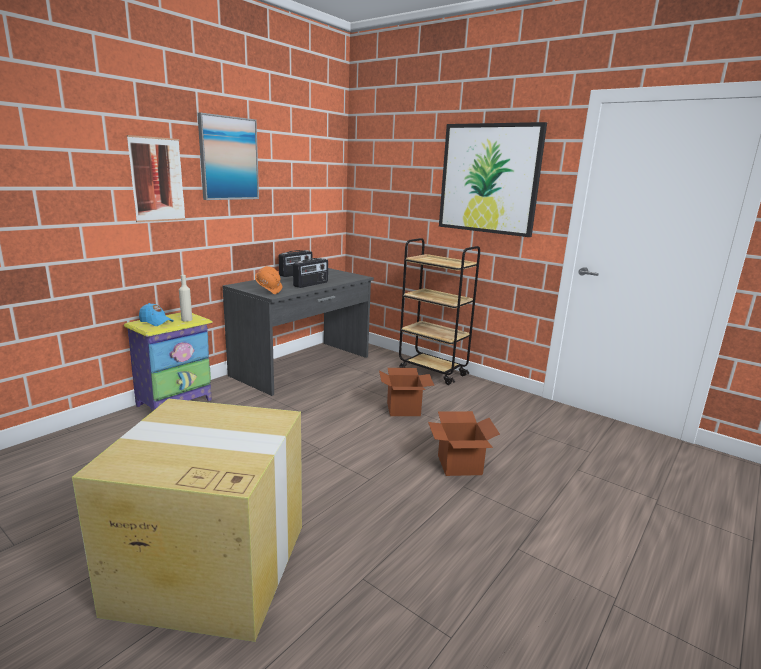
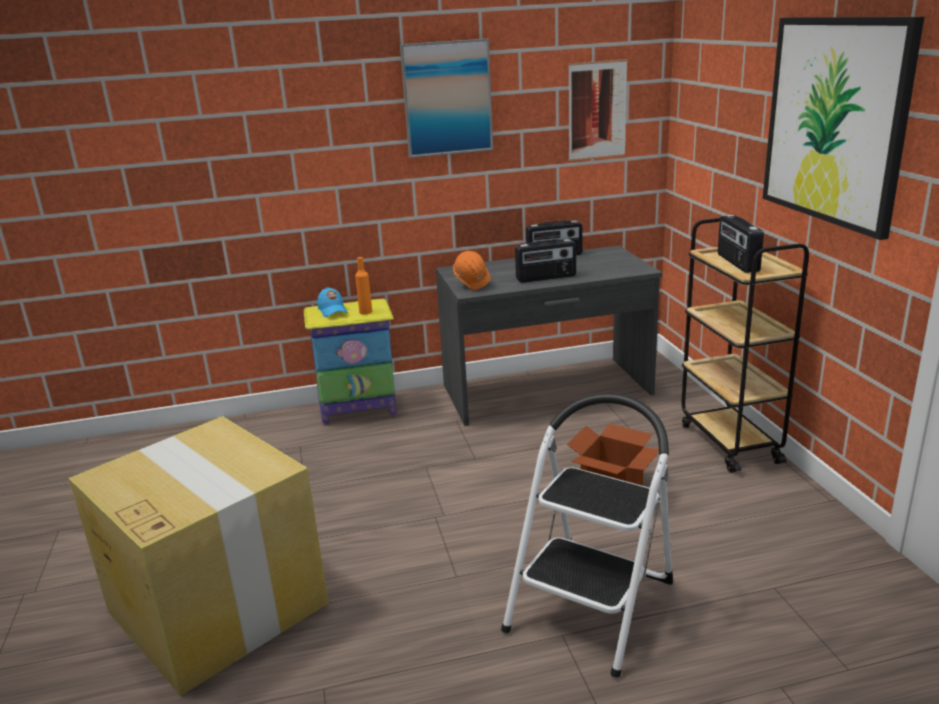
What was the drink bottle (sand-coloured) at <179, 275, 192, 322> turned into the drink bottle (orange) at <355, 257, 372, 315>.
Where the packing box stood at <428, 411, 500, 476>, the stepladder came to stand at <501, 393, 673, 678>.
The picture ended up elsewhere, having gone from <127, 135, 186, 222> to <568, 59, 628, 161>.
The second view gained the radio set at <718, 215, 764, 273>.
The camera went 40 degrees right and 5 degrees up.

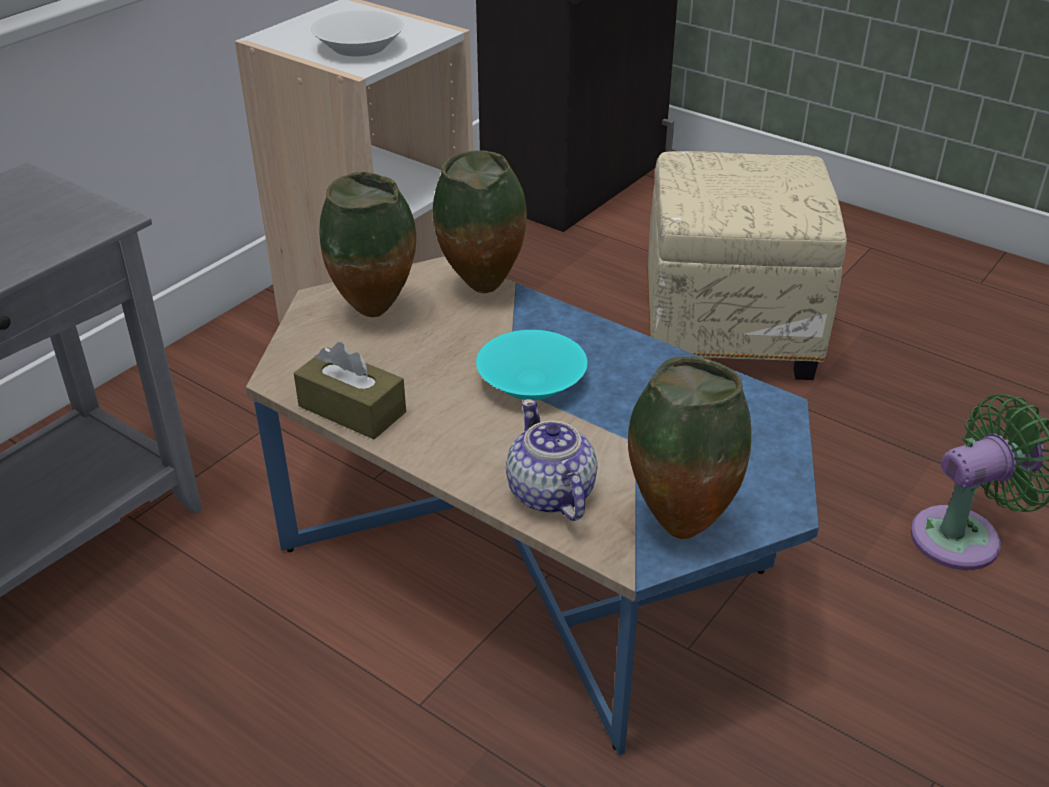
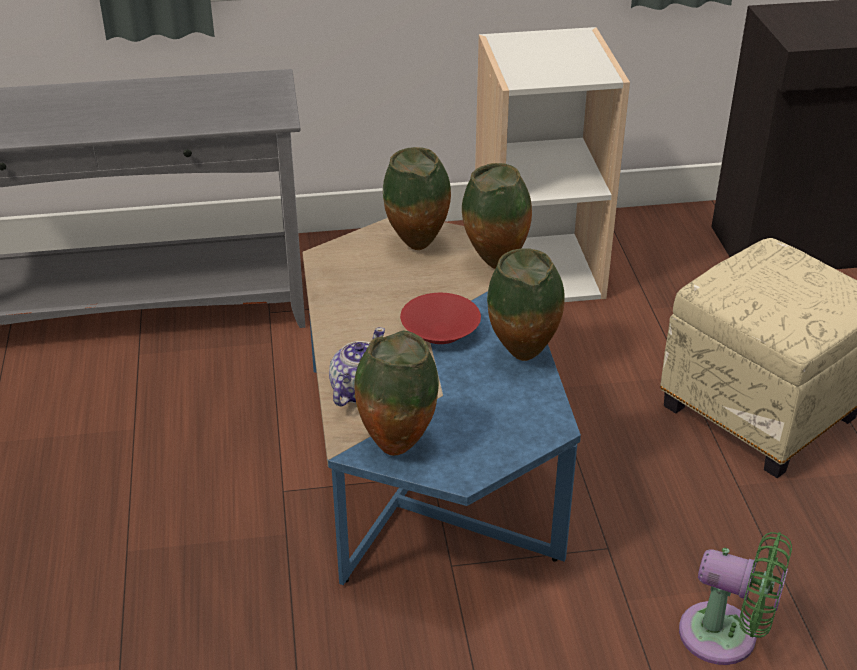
What was the deep dish (blue-green) at <476, 330, 588, 400> turned into the deep dish (red-coloured) at <400, 293, 481, 344>.
The second view gained the flower vase at <487, 248, 565, 361>.
The second view lost the tissue box (brown) at <294, 342, 406, 439>.
The second view lost the deep dish (whitish) at <311, 10, 404, 57>.
The camera went 45 degrees right and 0 degrees up.

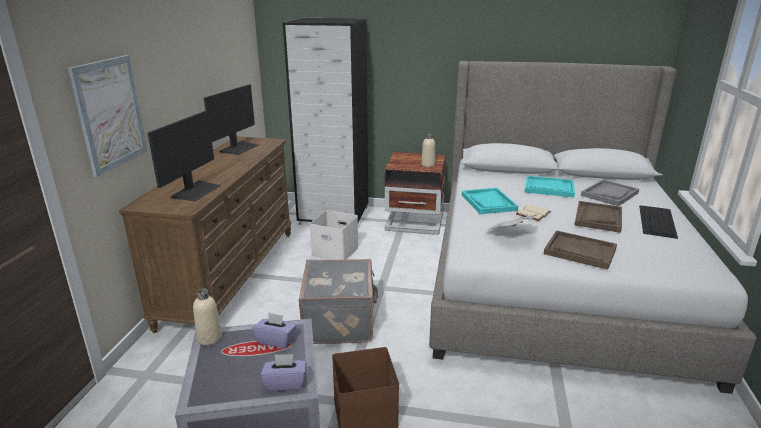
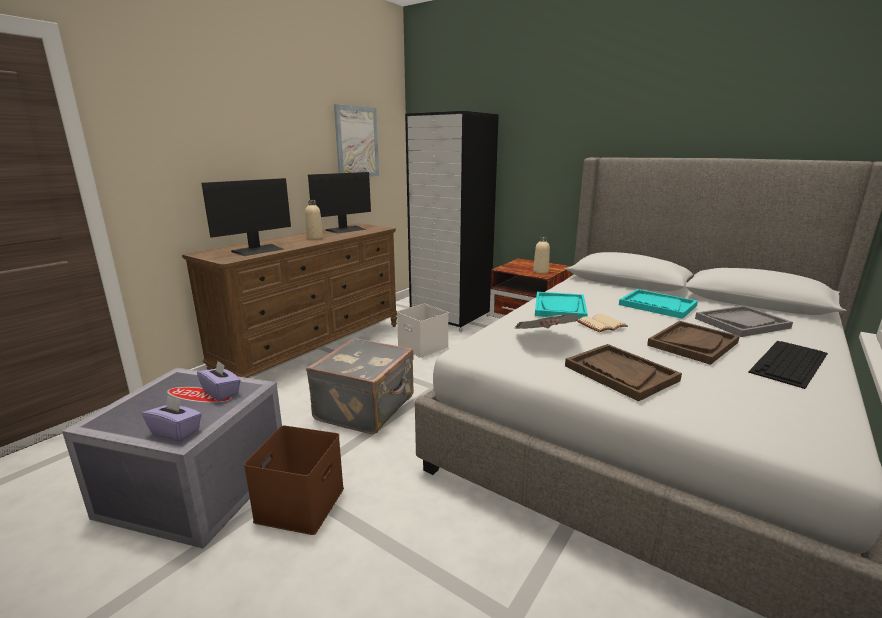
The drink bottle (sand-coloured) ended up elsewhere, having gone from <193, 288, 222, 345> to <305, 200, 323, 239>.
The picture ended up elsewhere, having gone from <68, 55, 147, 177> to <334, 104, 379, 177>.
The camera went 25 degrees right and 5 degrees down.

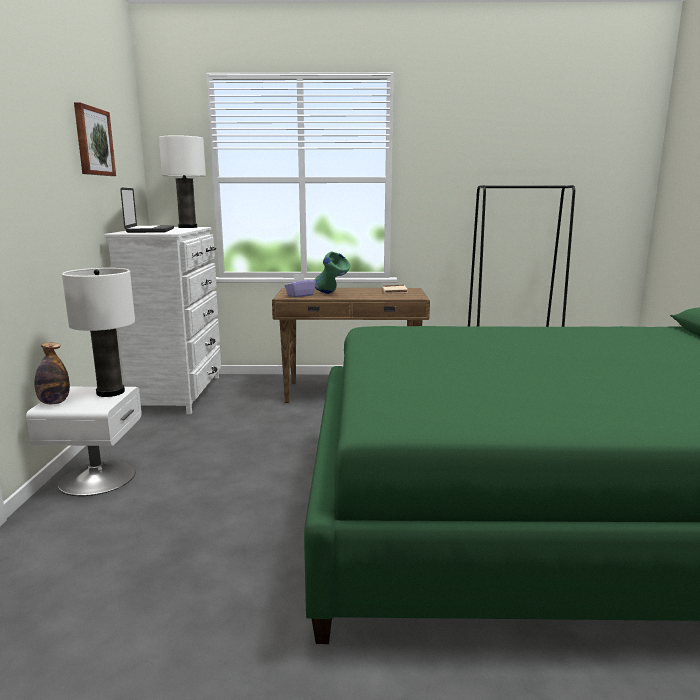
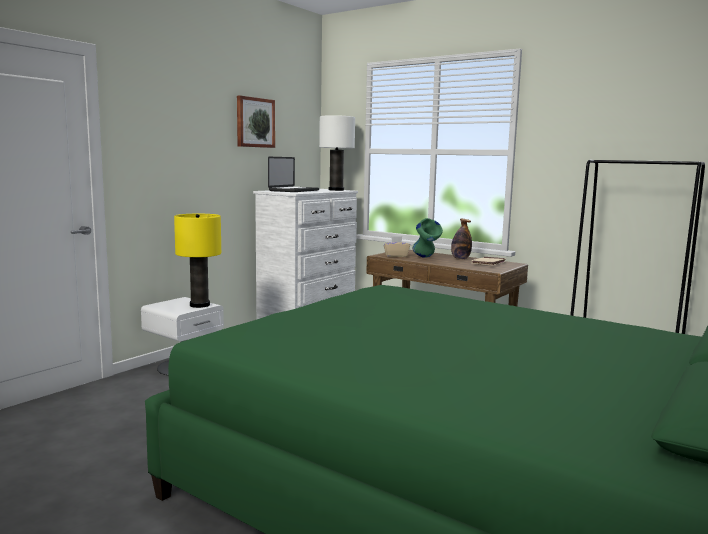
What was the lamp for a table (whitish) at <62, 268, 135, 397> turned into the lamp for a table (yellow-coloured) at <174, 214, 221, 308>.
What was the tissue box (purple) at <285, 274, 316, 297> turned into the tissue box (sand-coloured) at <384, 236, 410, 257>.
The drink bottle ended up elsewhere, having gone from <34, 343, 70, 404> to <451, 219, 472, 259>.
The camera went 35 degrees right and 5 degrees down.

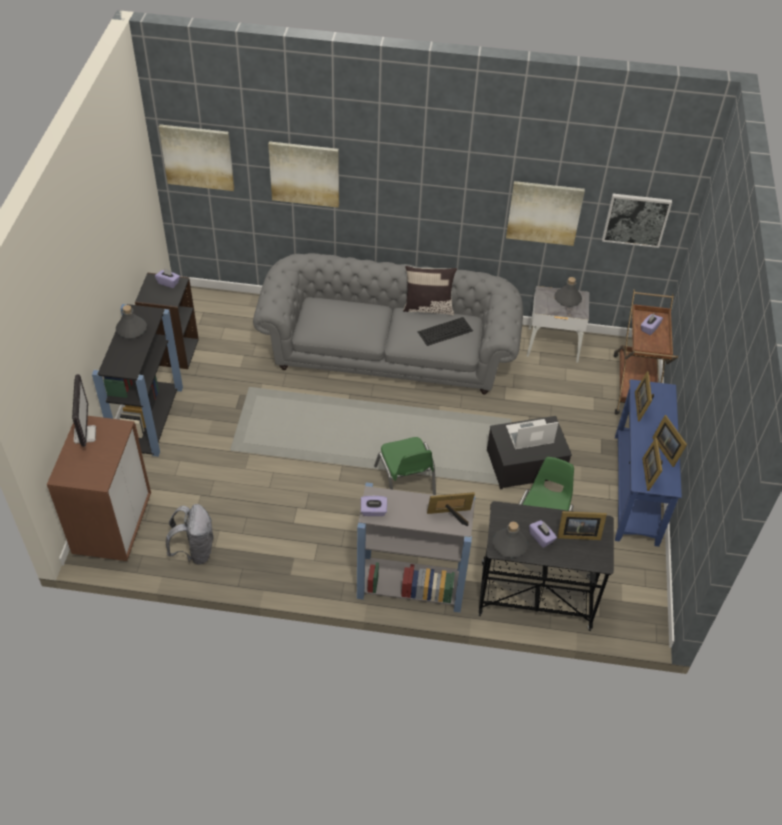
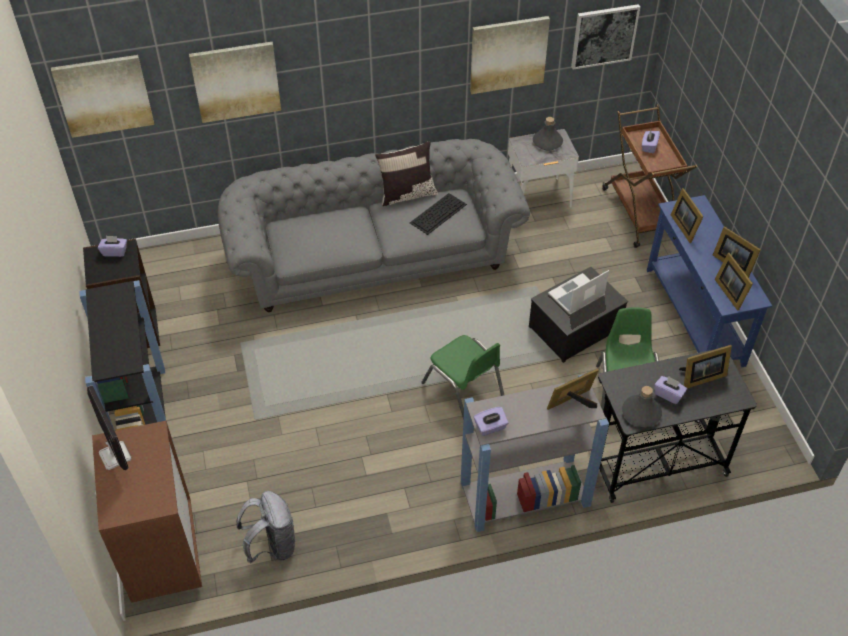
The second view lost the drink bottle (gray) at <116, 305, 147, 338>.
The camera went 20 degrees left and 0 degrees up.

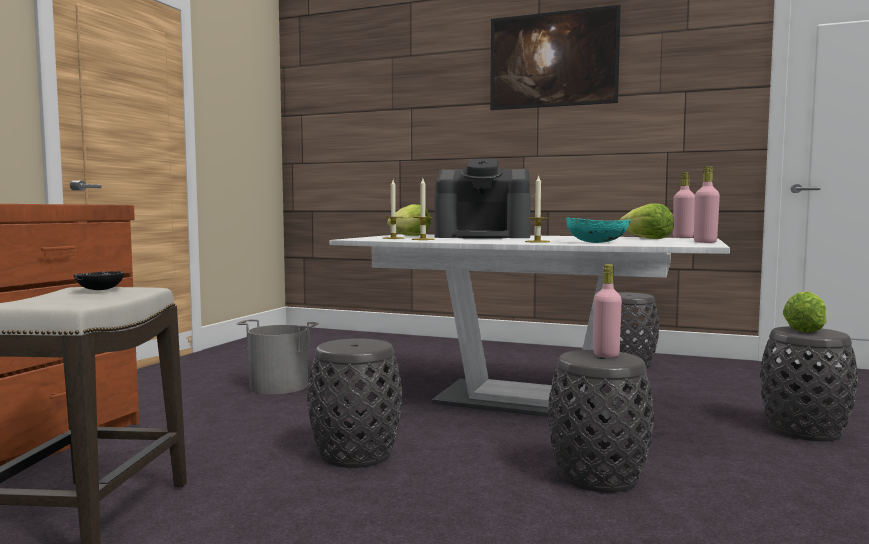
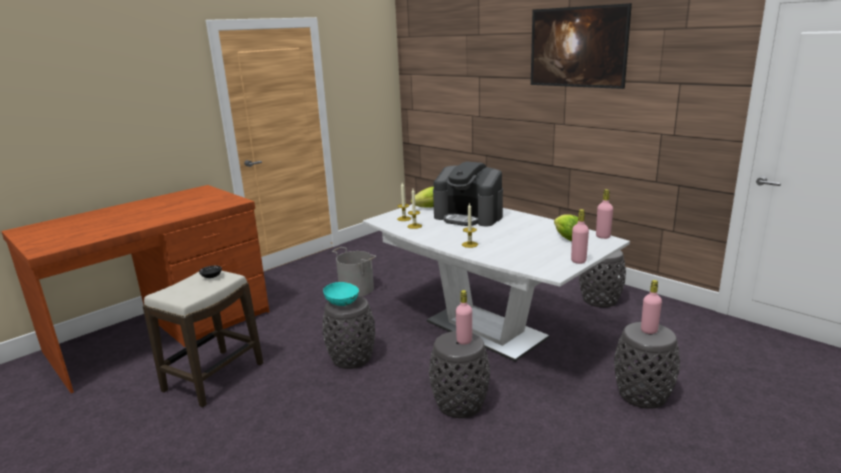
The deep dish (blue-green) ended up elsewhere, having gone from <566, 217, 630, 243> to <323, 282, 359, 306>.
Where the lettuce head stood at <783, 291, 827, 332>, the drink bottle (pinkish) came to stand at <641, 280, 662, 334>.
The camera went 25 degrees right and 15 degrees up.

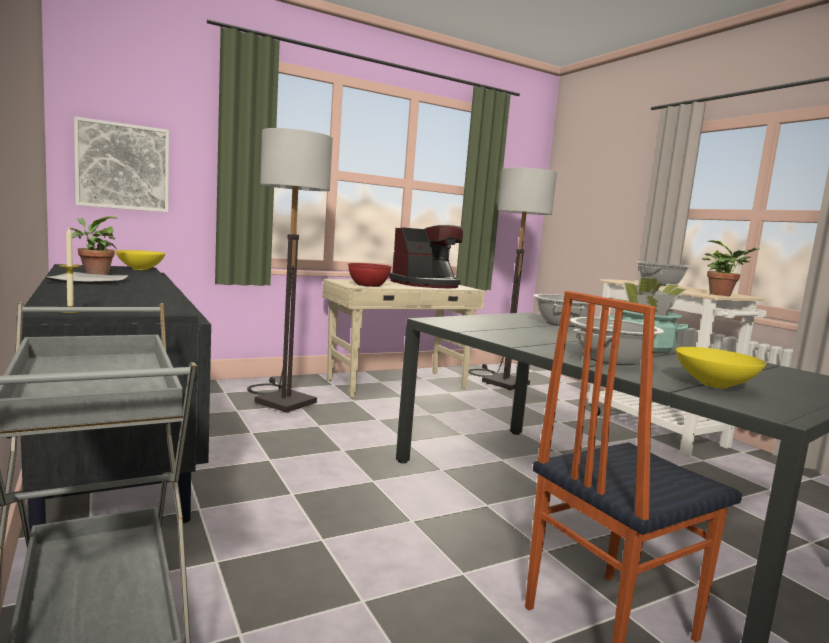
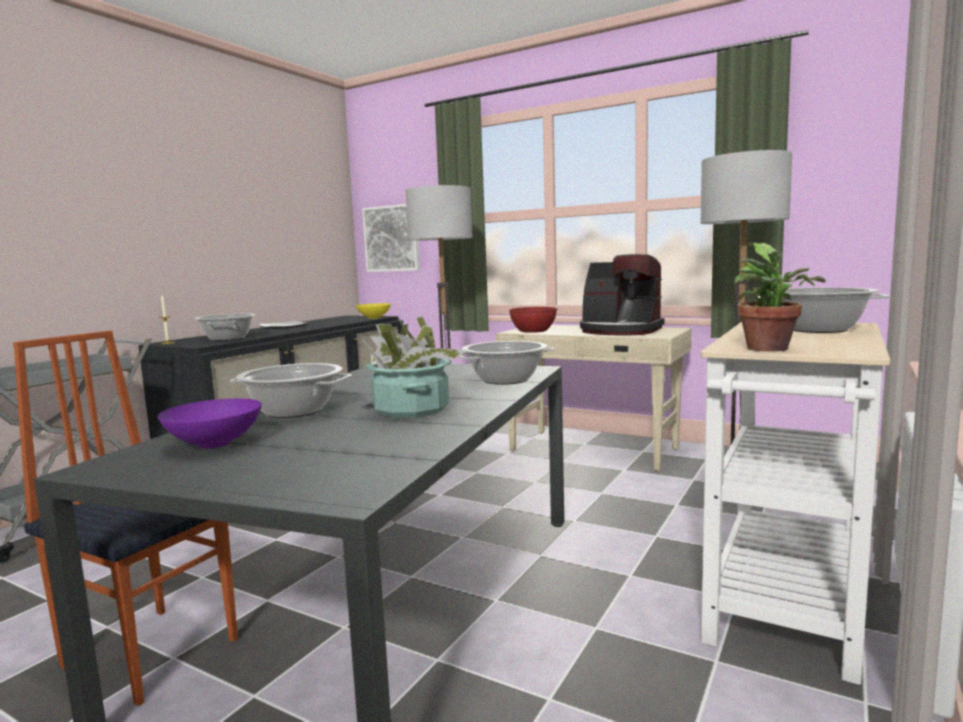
What was the deep dish (yellow-coloured) at <676, 347, 766, 389> turned into the deep dish (purple) at <158, 398, 262, 449>.
The second view gained the saucepot at <194, 314, 256, 341>.
The second view lost the plant in a pot at <70, 216, 117, 275>.
The camera went 60 degrees right and 0 degrees up.

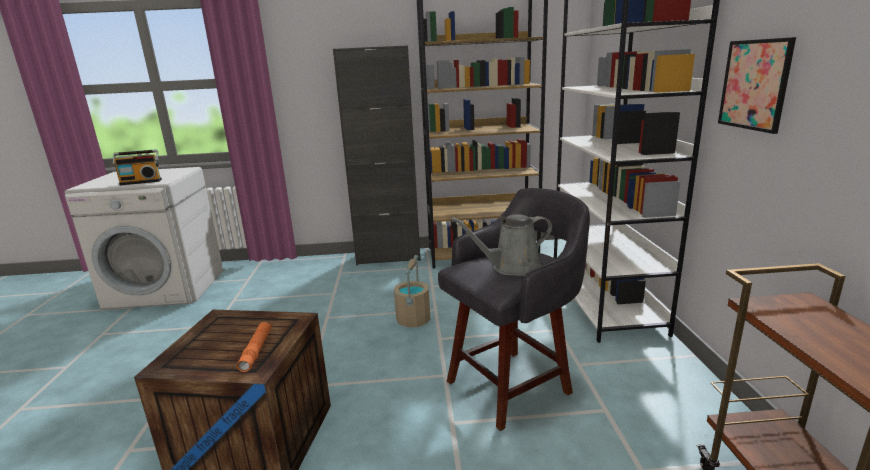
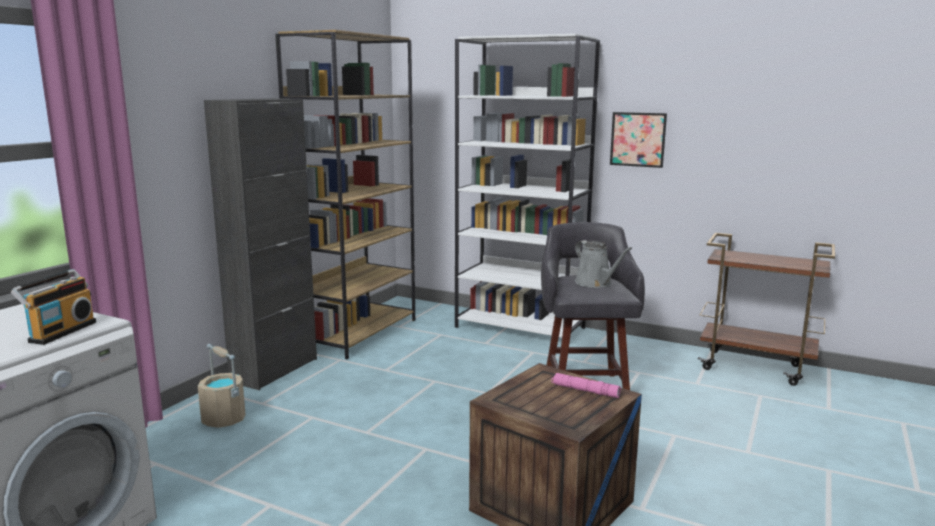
The water bucket (sand-coloured) ended up elsewhere, having gone from <394, 255, 430, 327> to <198, 344, 246, 428>.
What was the flashlight (orange) at <237, 322, 272, 372> turned into the flashlight (pinkish) at <551, 373, 621, 398>.
The sprinkling can (gray) at <451, 214, 552, 276> ended up facing another way, 45 degrees counterclockwise from before.
The camera went 60 degrees left and 5 degrees down.

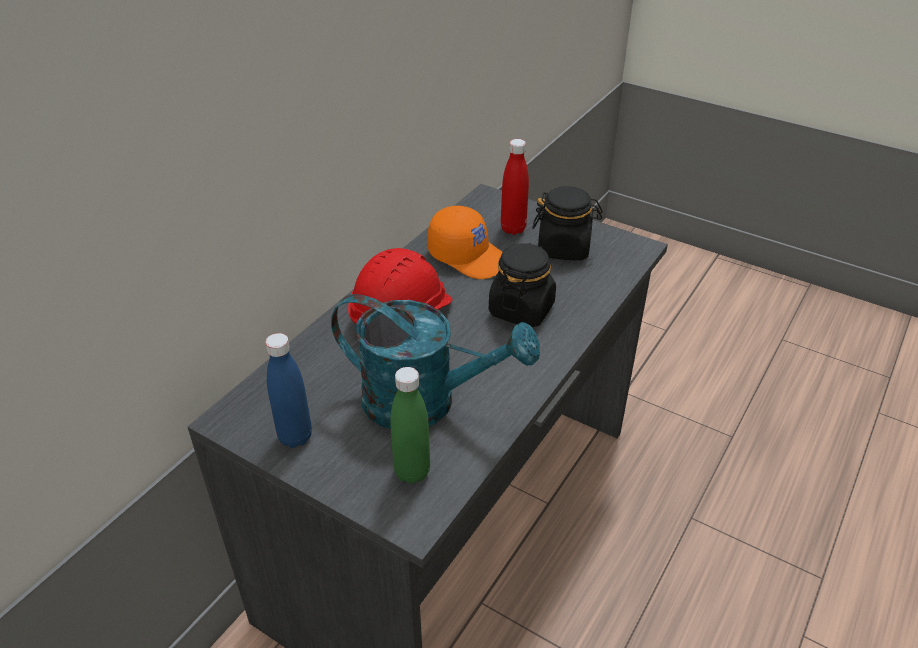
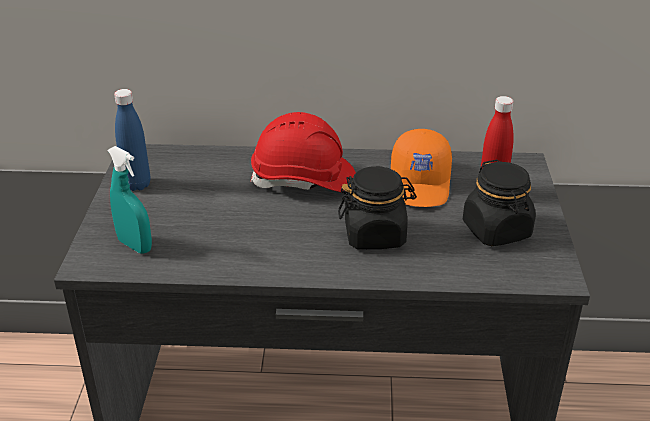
Where the drink bottle (green) stood at <390, 367, 430, 484>, the spray bottle (blue-green) came to stand at <108, 146, 152, 253>.
The second view lost the sprinkling can (blue-green) at <331, 294, 540, 429>.
The camera went 60 degrees right and 5 degrees down.

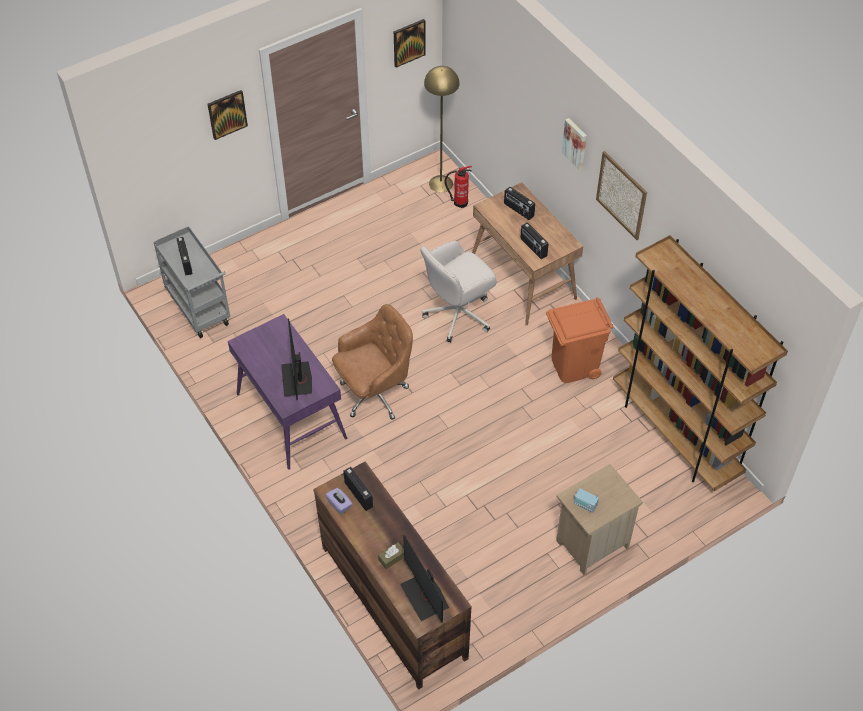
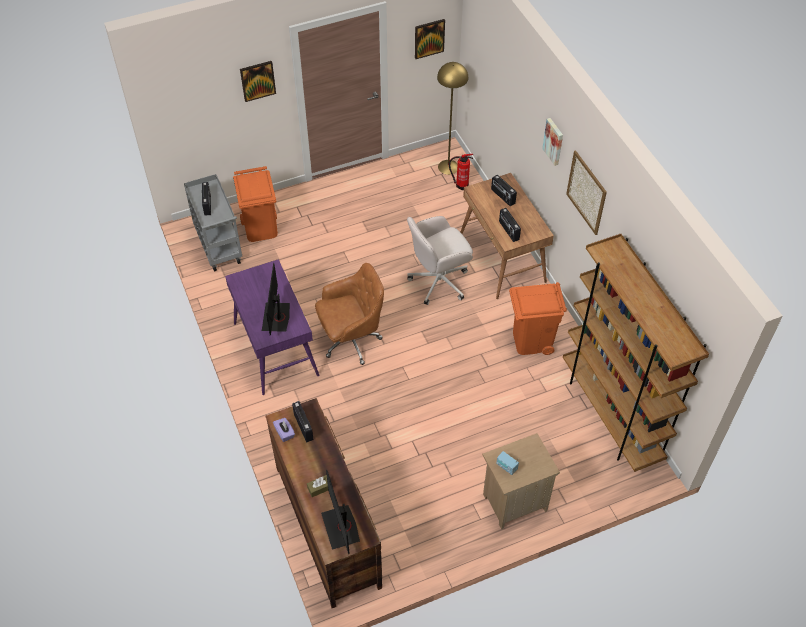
The second view gained the rubbish bin (orange) at <233, 166, 278, 242>.
The camera went 10 degrees right and 0 degrees up.

